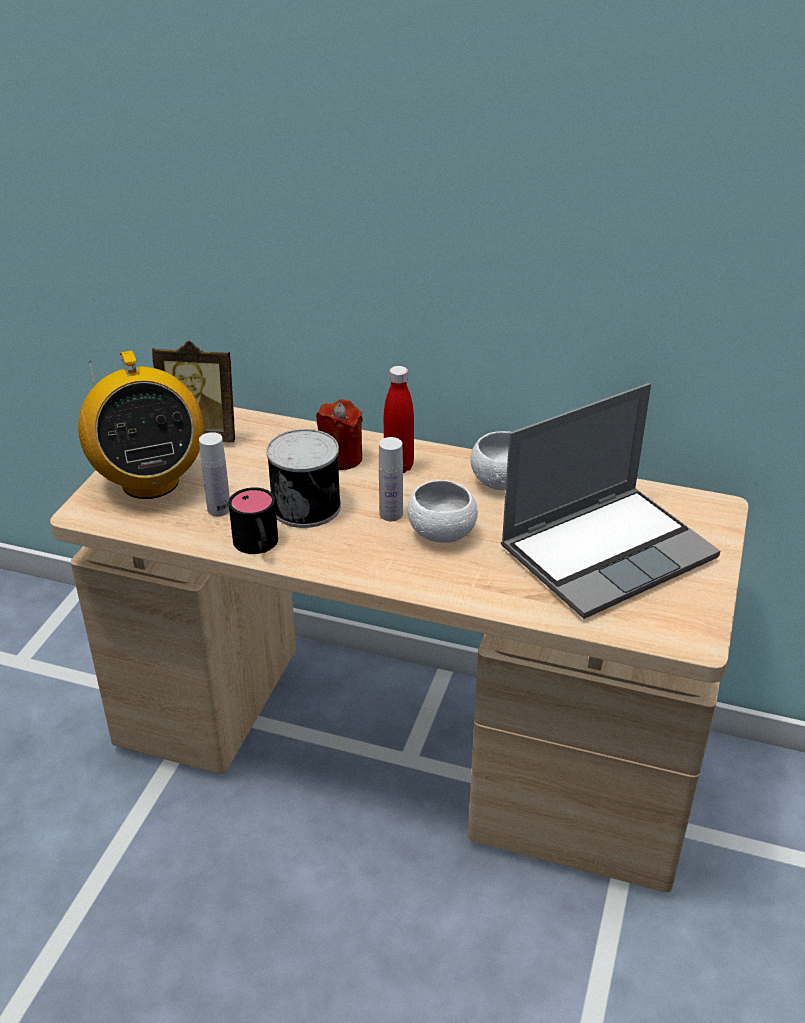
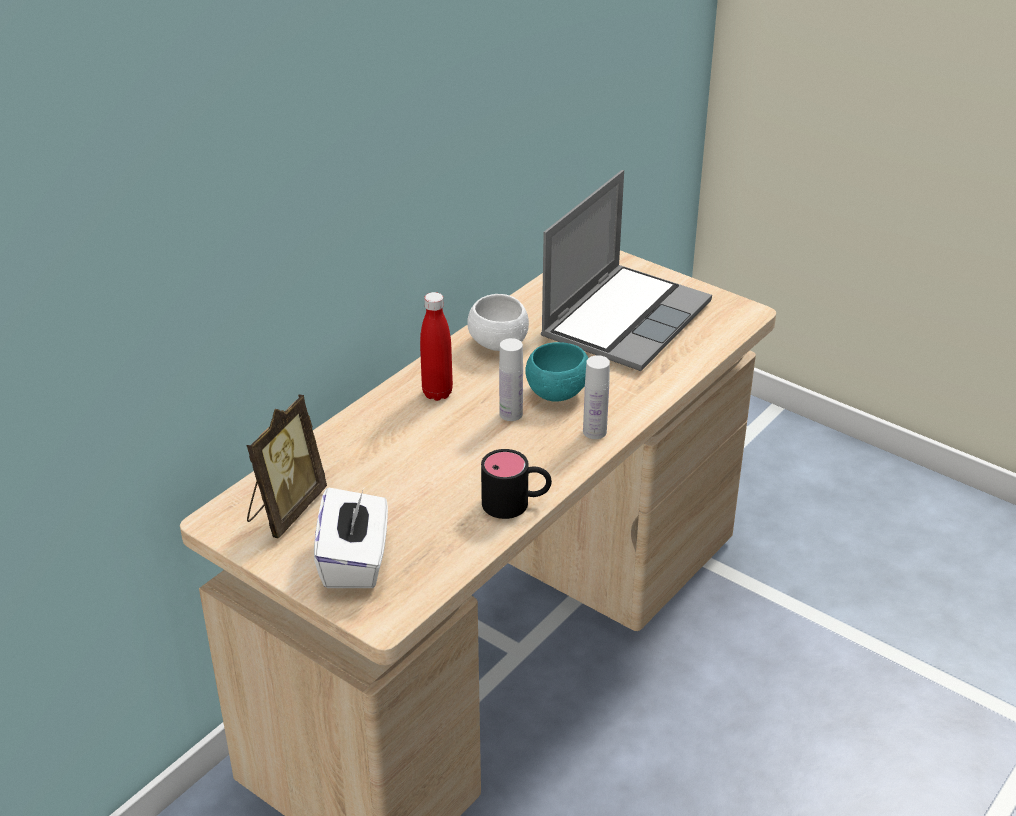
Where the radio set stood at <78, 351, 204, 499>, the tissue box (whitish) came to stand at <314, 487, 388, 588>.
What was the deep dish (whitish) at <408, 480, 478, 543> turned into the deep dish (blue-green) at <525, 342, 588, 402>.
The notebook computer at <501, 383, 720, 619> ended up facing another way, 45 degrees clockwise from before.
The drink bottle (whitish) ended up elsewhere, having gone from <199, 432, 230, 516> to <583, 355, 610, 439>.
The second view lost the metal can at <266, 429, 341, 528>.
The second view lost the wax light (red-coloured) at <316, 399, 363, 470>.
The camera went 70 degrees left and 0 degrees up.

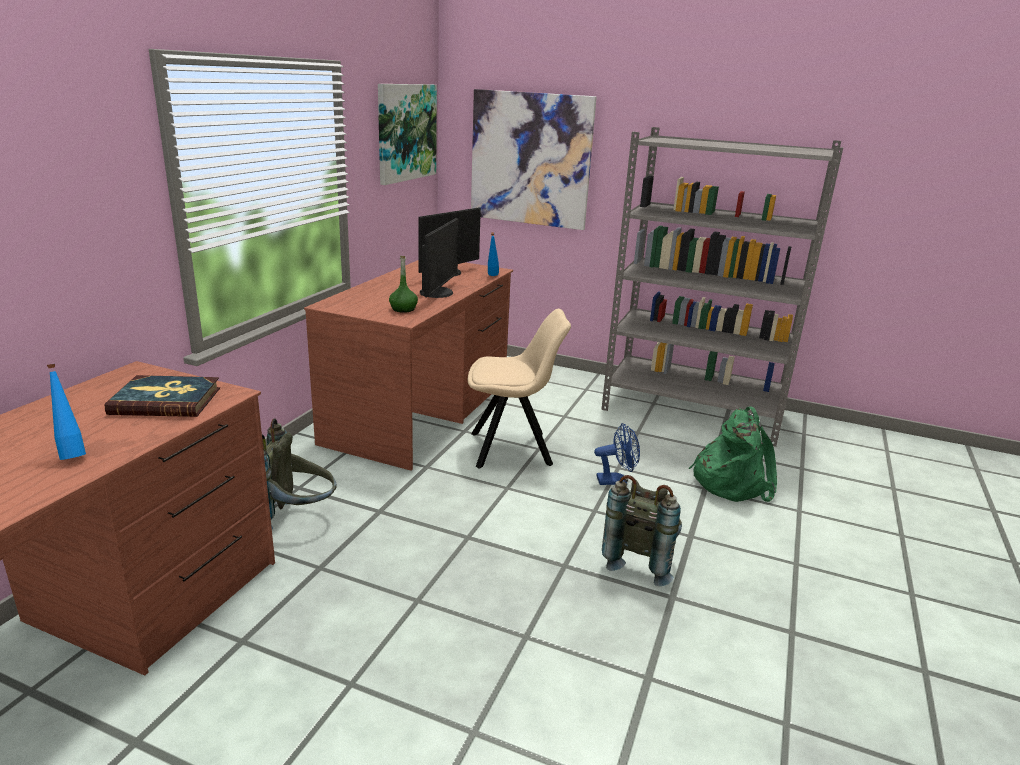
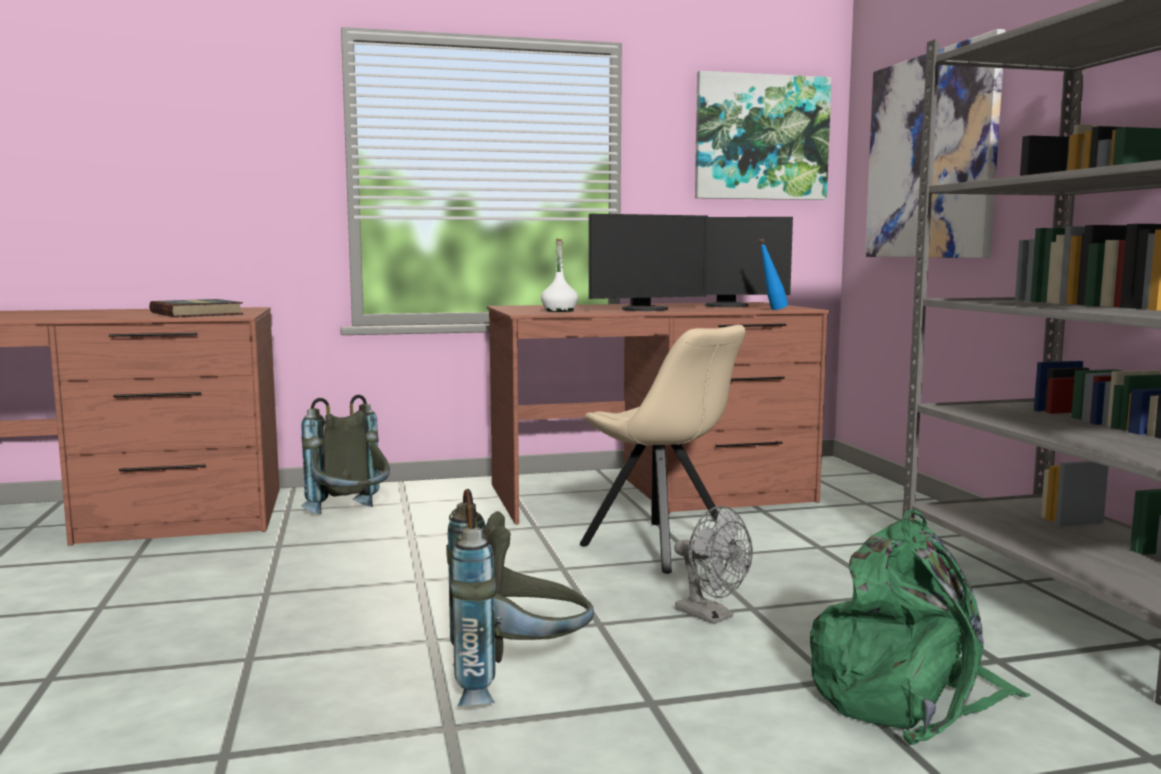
What was the drink bottle (green) at <389, 256, 418, 313> turned into the drink bottle (whitish) at <541, 239, 578, 312>.
What was the cooling fan (bluish) at <594, 423, 640, 485> turned into the cooling fan (gray) at <674, 506, 753, 624>.
The second view lost the drink bottle (bluish) at <47, 364, 86, 460>.
The camera went 55 degrees right and 15 degrees down.

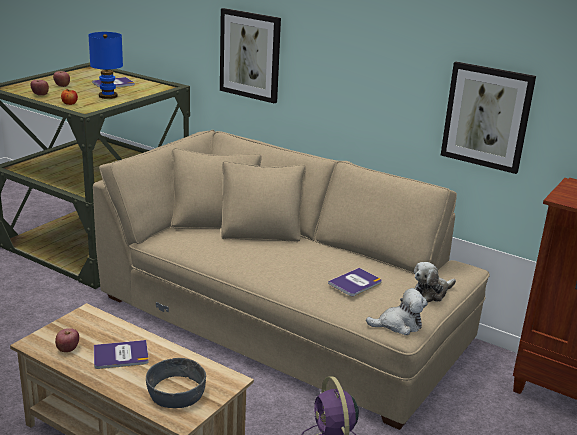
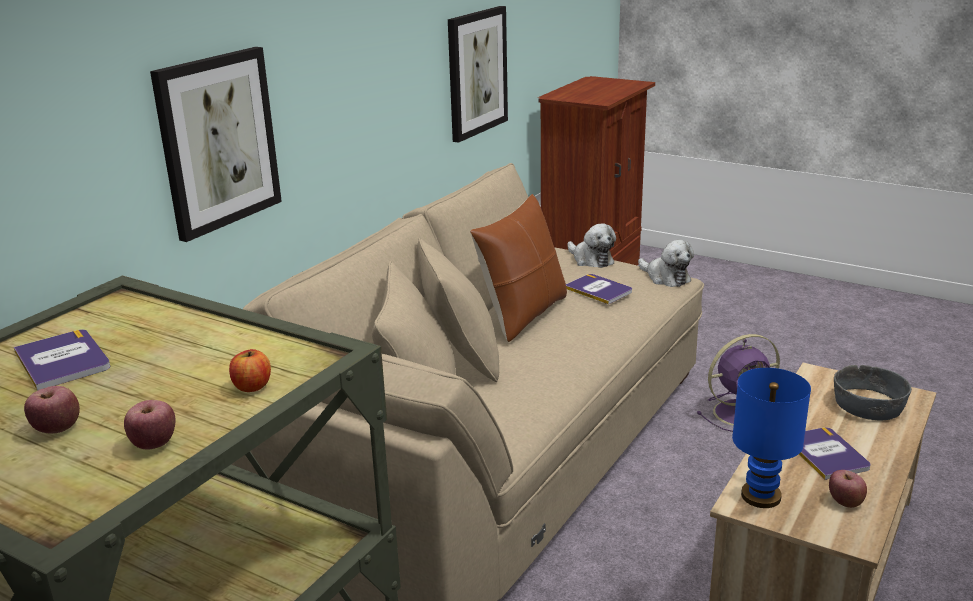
The second view gained the pillow (brown) at <470, 194, 567, 342>.
The soft toy at <366, 288, 428, 335> ended up facing another way, 150 degrees clockwise from before.
The lamp for a table (bluish) ended up elsewhere, having gone from <88, 32, 123, 99> to <732, 368, 811, 508>.
The camera went 90 degrees left and 0 degrees up.

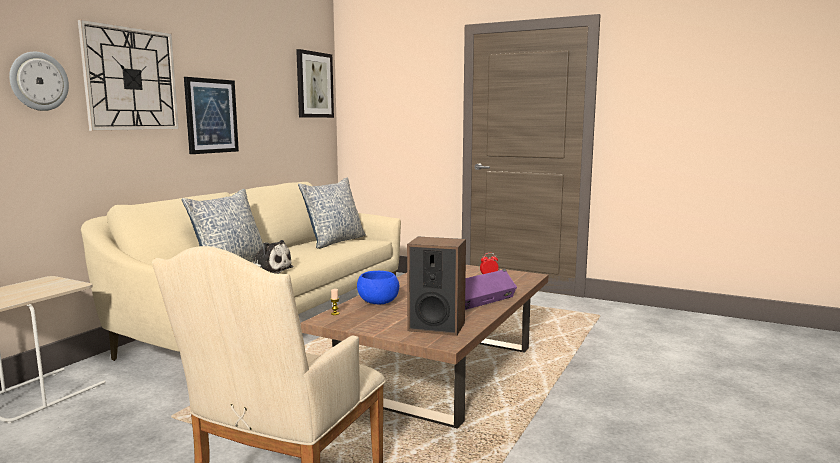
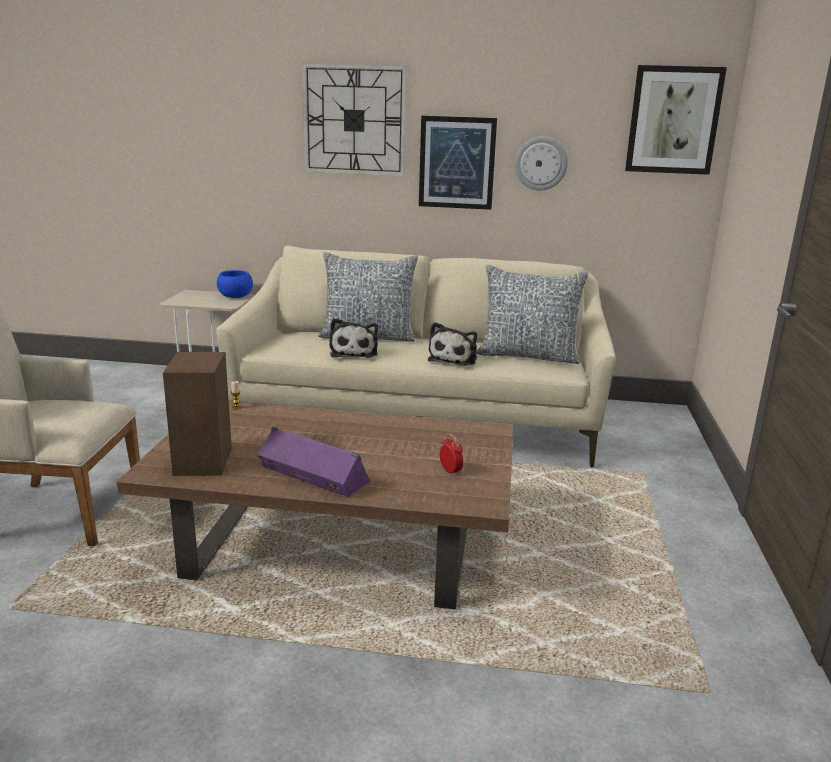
The deep dish (bluish) ended up elsewhere, having gone from <357, 271, 399, 304> to <217, 270, 253, 298>.
The second view gained the soft toy at <428, 322, 477, 366>.
The hanging clock ended up elsewhere, having gone from <9, 52, 69, 111> to <515, 136, 568, 191>.
The camera went 70 degrees right and 10 degrees up.

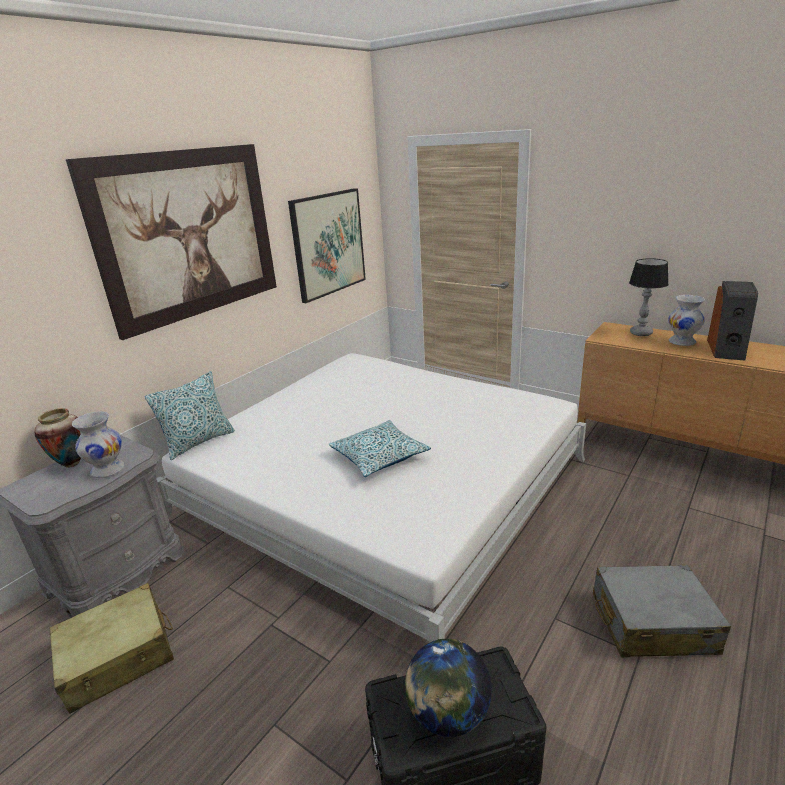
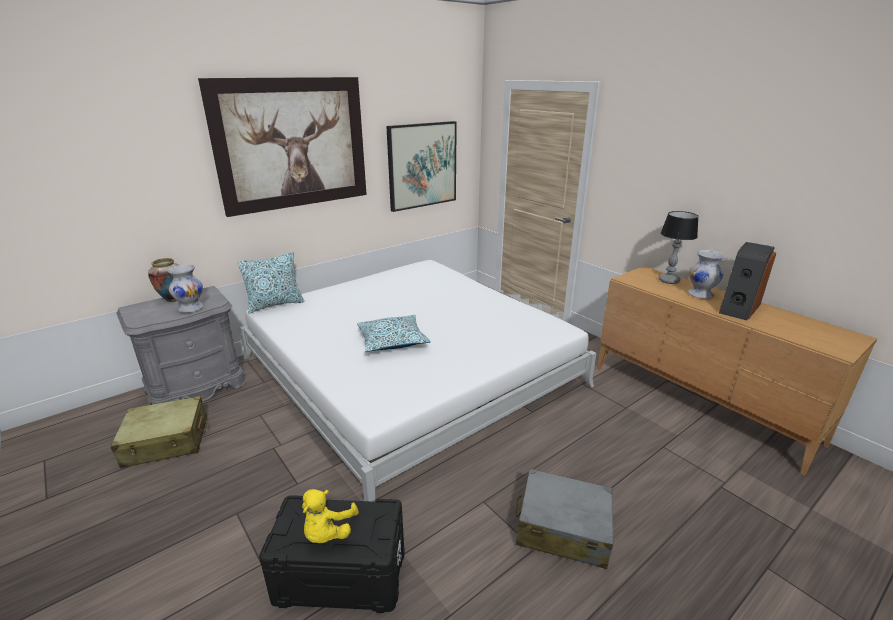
Where the desk globe stood at <405, 639, 492, 737>, the soft toy (yellow-coloured) came to stand at <302, 489, 359, 543>.
The camera went 15 degrees right and 0 degrees up.

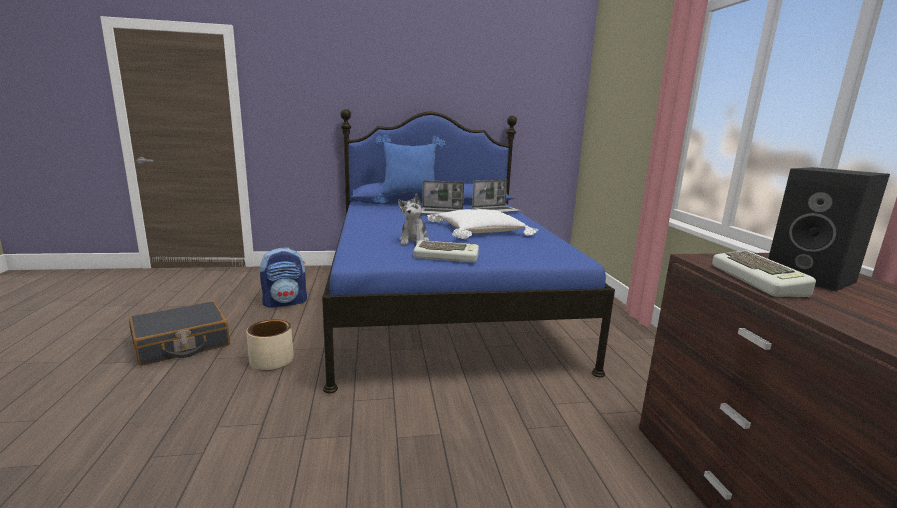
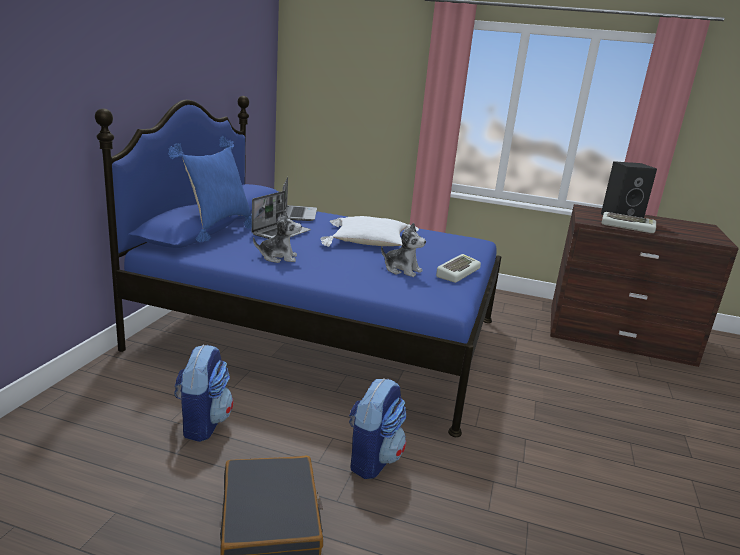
The second view gained the soft toy at <253, 210, 302, 263>.
Where the flower pot (sand-coloured) stood at <246, 319, 294, 371>, the backpack came to stand at <349, 378, 406, 479>.
The camera went 65 degrees left and 5 degrees up.

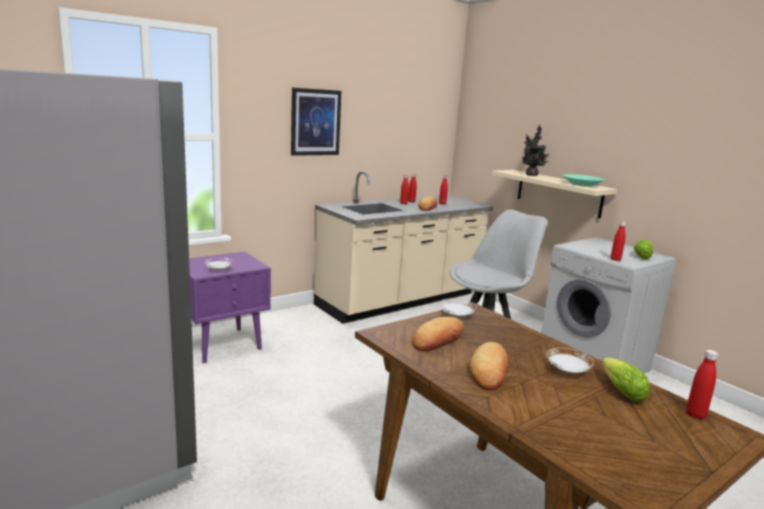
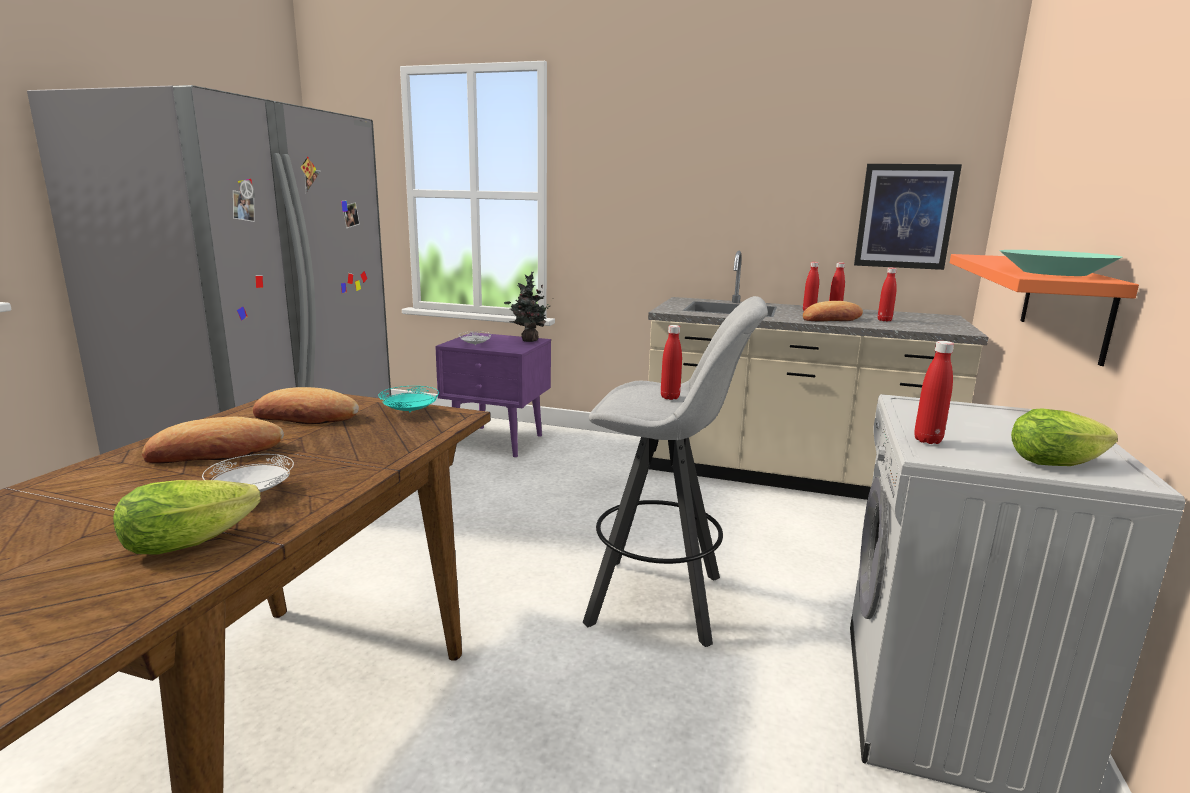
What was the flat dish (whitish) at <439, 298, 476, 316> turned into the flat dish (blue-green) at <378, 386, 439, 412>.
The plant in a pot ended up elsewhere, having gone from <522, 125, 549, 176> to <504, 271, 552, 342>.
The drink bottle (red-coloured) ended up elsewhere, having gone from <686, 350, 719, 419> to <661, 325, 682, 400>.
The picture ended up elsewhere, having gone from <291, 88, 341, 156> to <854, 164, 962, 270>.
What was the bracket shelf (sand-coloured) at <492, 170, 617, 218> turned into the bracket shelf (orange) at <950, 254, 1139, 366>.
The camera went 55 degrees right and 0 degrees up.

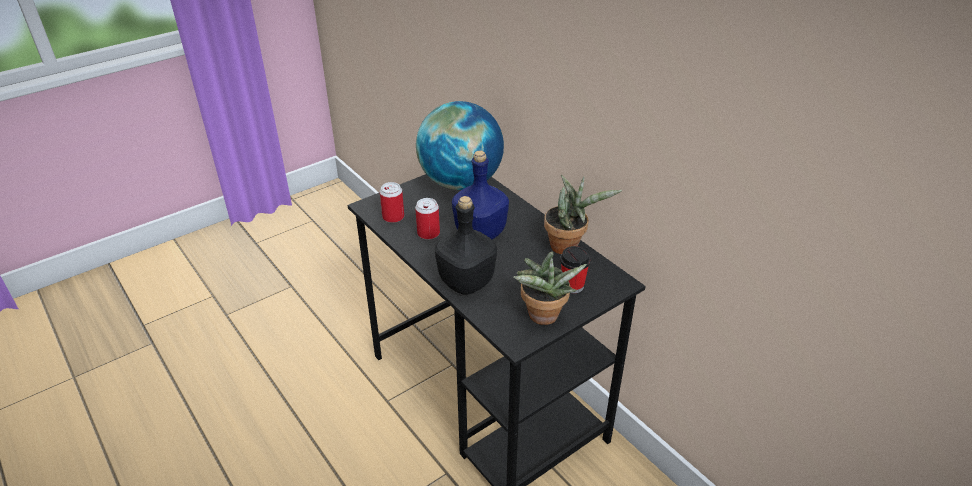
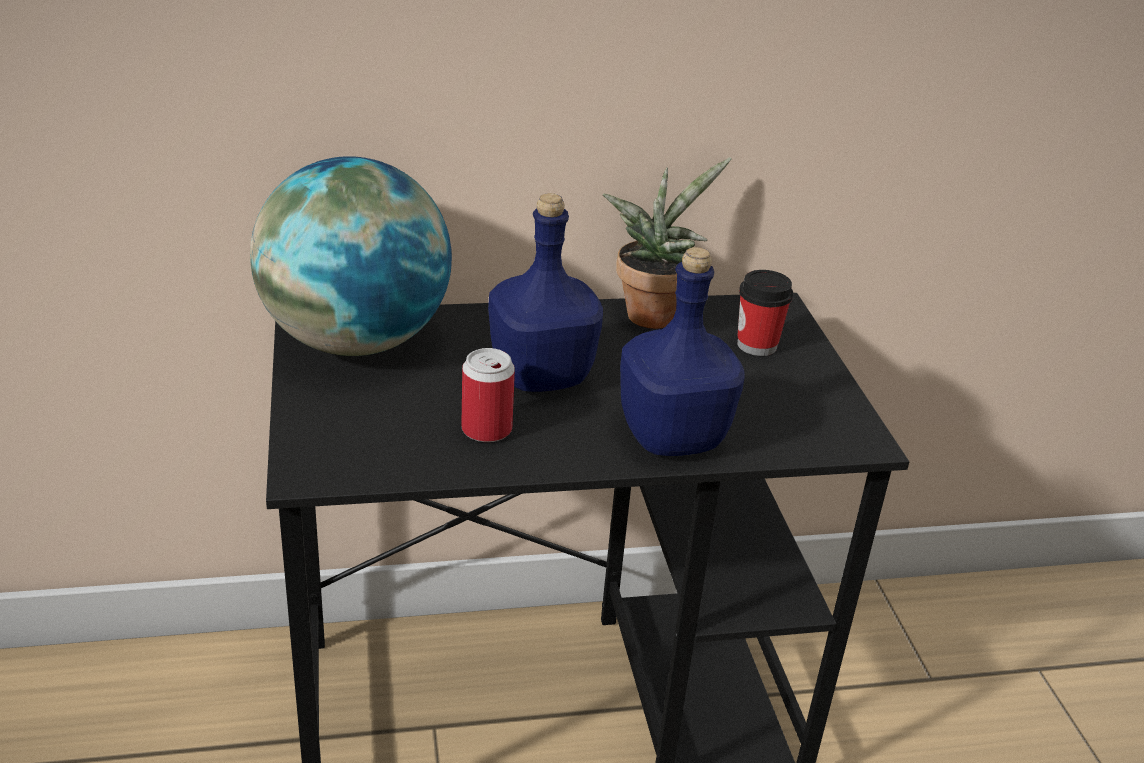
What was the drink bottle (black-coloured) at <435, 196, 497, 295> turned into the drink bottle (bluish) at <620, 247, 745, 456>.
The second view lost the metal can at <380, 182, 404, 223>.
The second view lost the plant in a pot at <513, 252, 587, 325>.
The camera went 65 degrees left and 5 degrees down.

